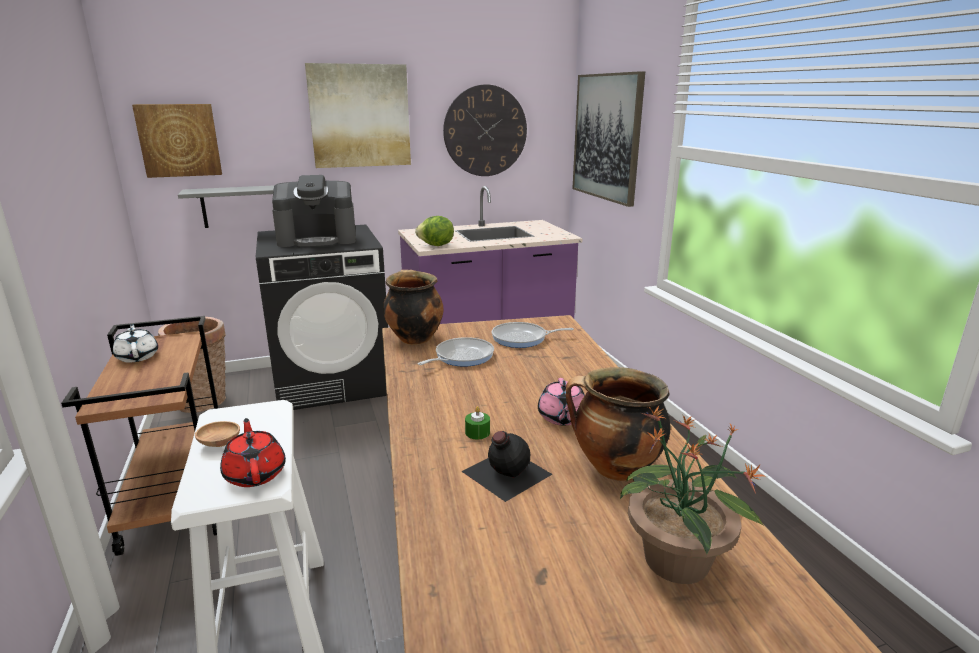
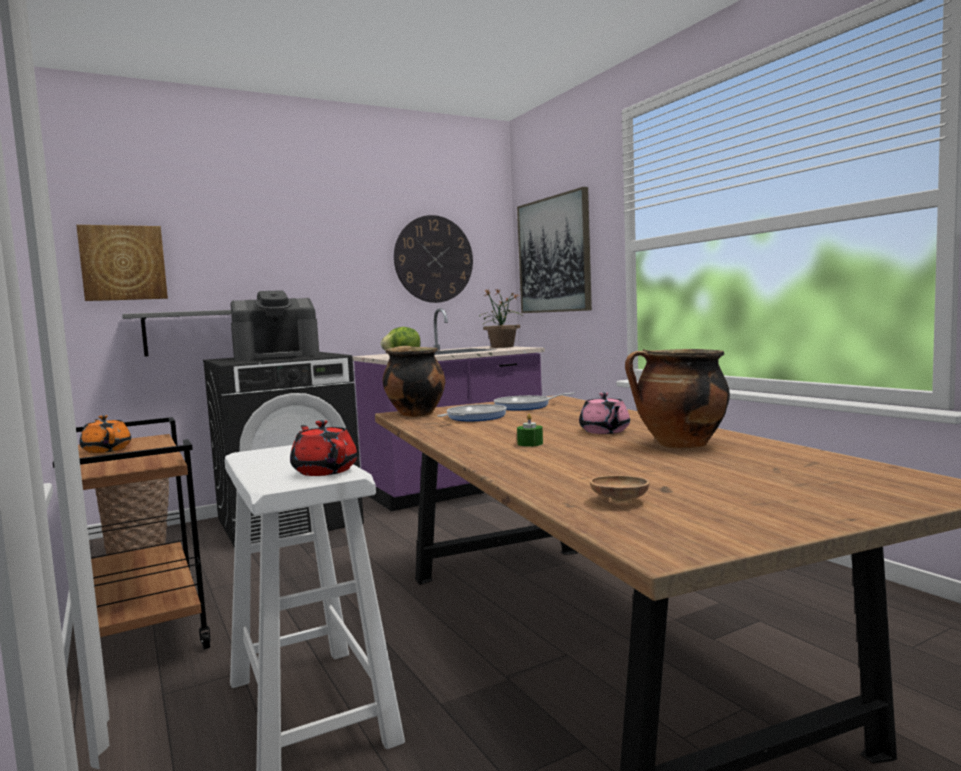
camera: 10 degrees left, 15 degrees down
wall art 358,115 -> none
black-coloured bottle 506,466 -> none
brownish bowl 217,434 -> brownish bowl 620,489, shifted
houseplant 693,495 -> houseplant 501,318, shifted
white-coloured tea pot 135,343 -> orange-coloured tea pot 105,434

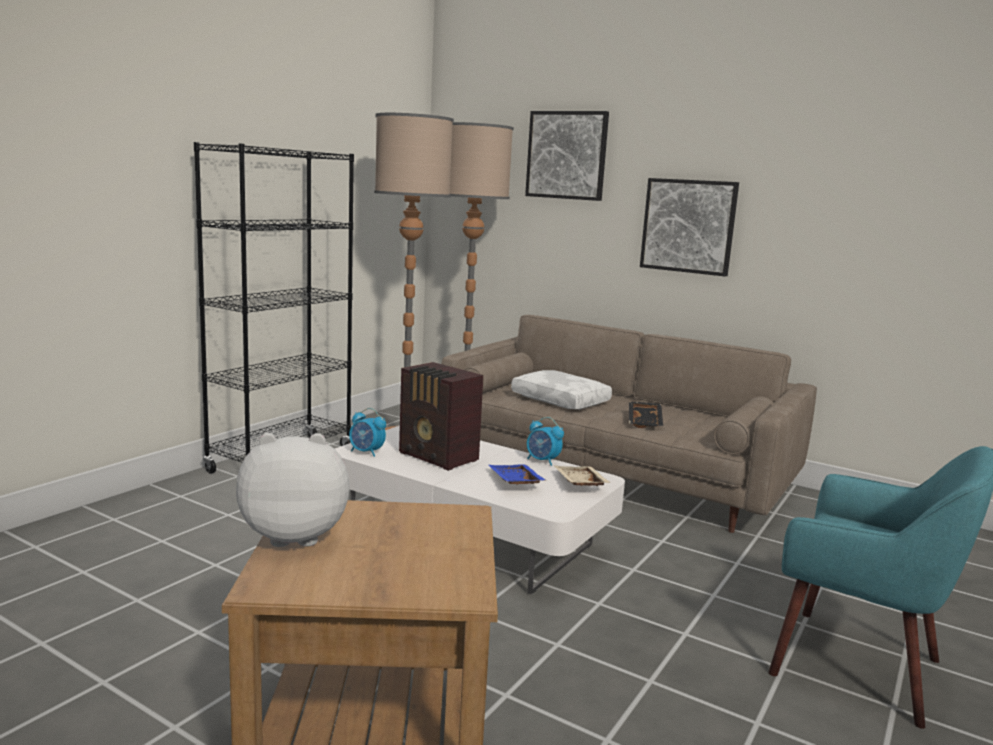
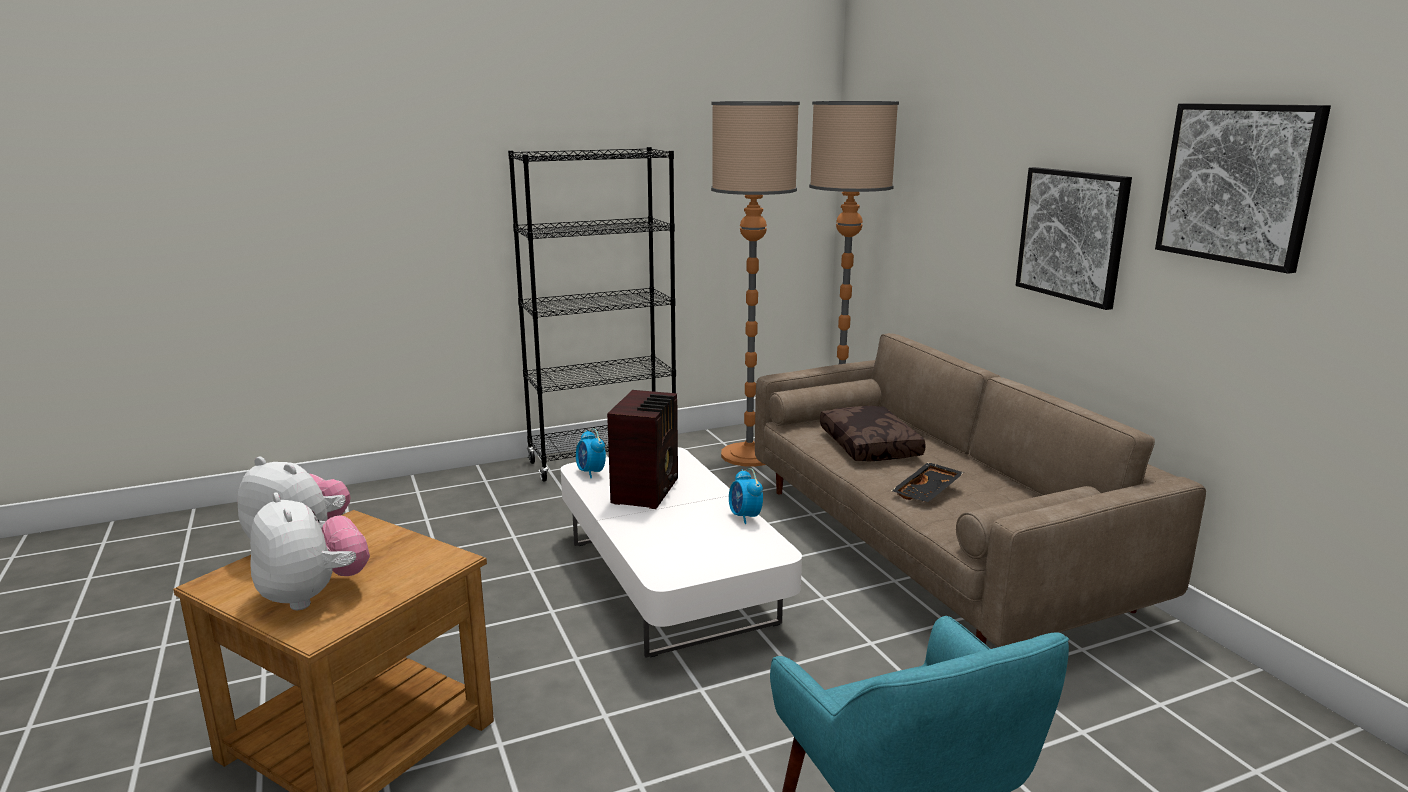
camera: 35 degrees right, 5 degrees up
blue serving tray 517,474 -> none
beige serving tray 583,476 -> none
none -> soft toy 310,551
wall art 567,156 -> wall art 1243,188, shifted
white-coloured pillow 561,389 -> brownish pillow 873,434
radio 441,416 -> radio 642,449, 150 degrees counterclockwise

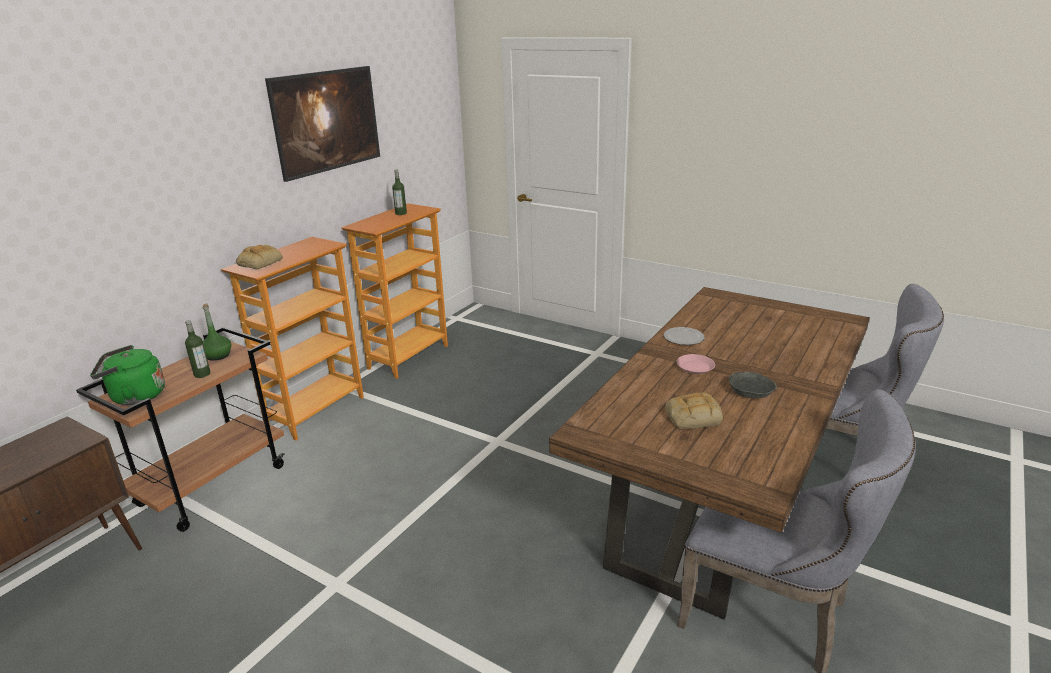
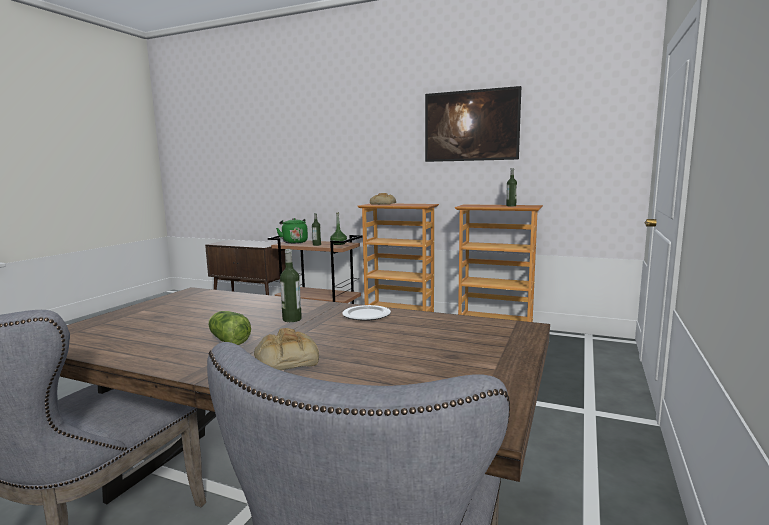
camera: 80 degrees right, 15 degrees down
bakery bread 694,410 -> bakery bread 286,349, shifted
pink flat dish 696,364 -> bottle 291,285
greyish bowl 753,385 -> lettuce 229,328

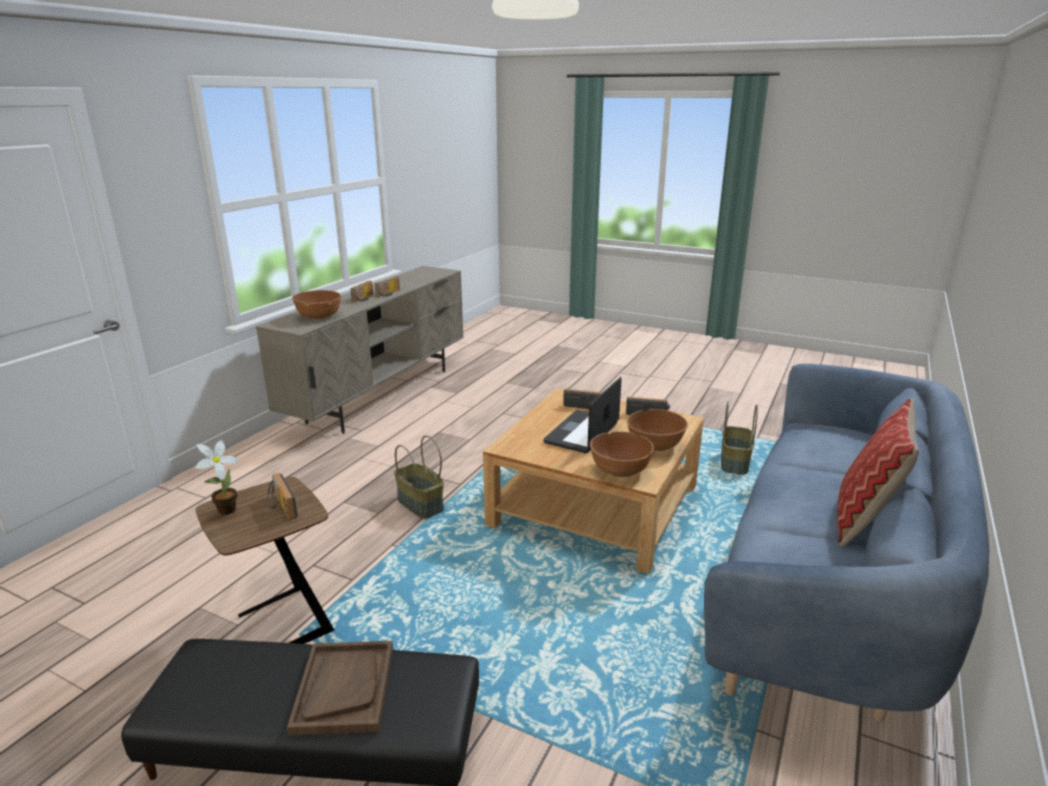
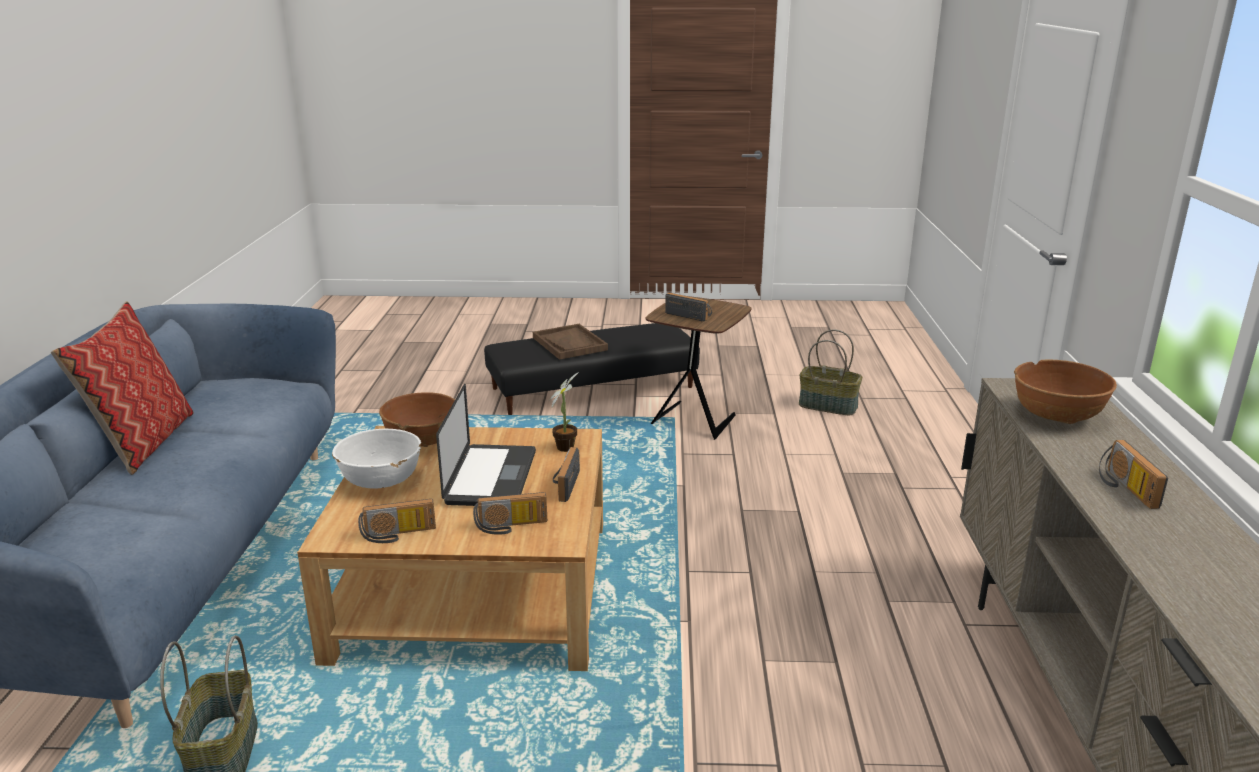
camera: 155 degrees right, 0 degrees up
houseplant 217,477 -> houseplant 564,412, shifted
radio 387,286 -> radio 566,474, shifted
storage basket 419,477 -> storage basket 830,372, shifted
brownish bowl 657,430 -> white-coloured bowl 376,459

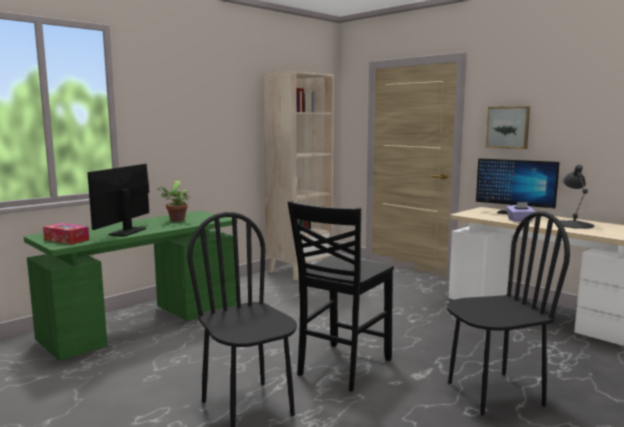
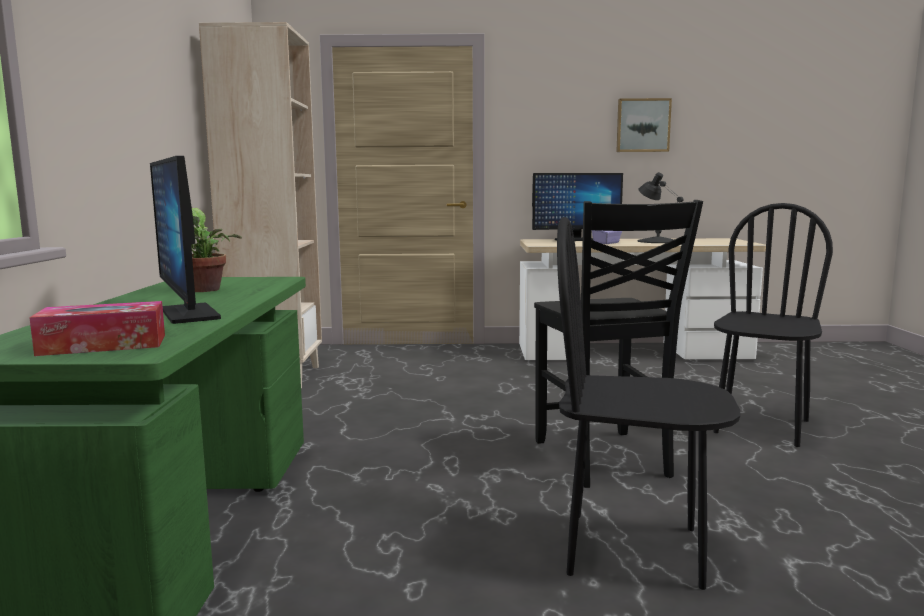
camera: 45 degrees left, 0 degrees up
wall art 508,127 -> wall art 644,125, shifted

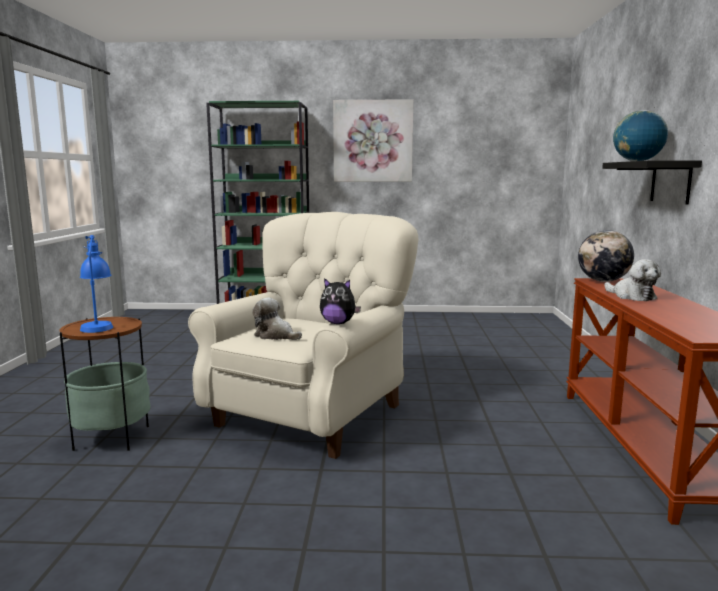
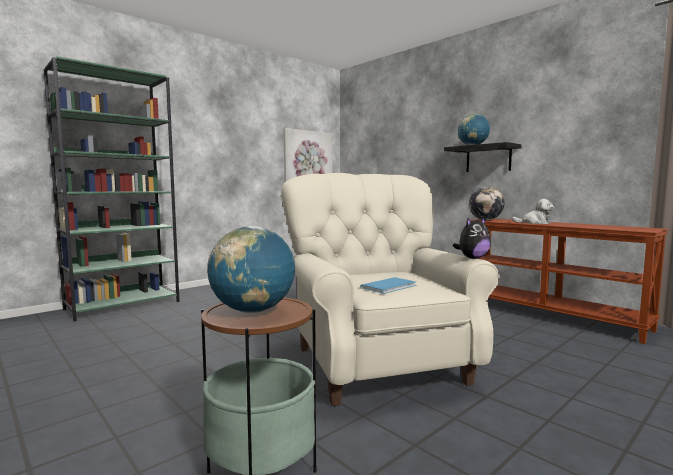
camera: 45 degrees left, 5 degrees down
wall art 373,140 -> wall art 308,155, shifted
blue table lamp 96,284 -> world globe 251,269
soft toy 277,318 -> blue bound book 388,285

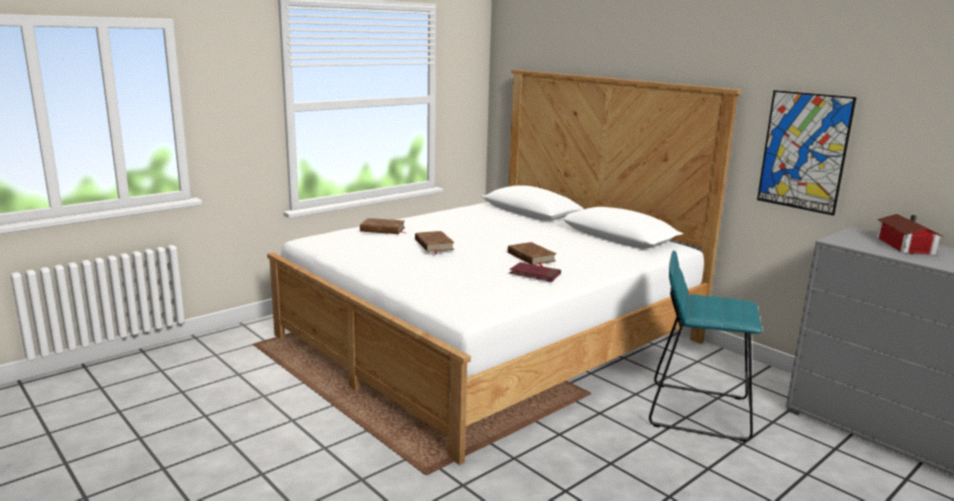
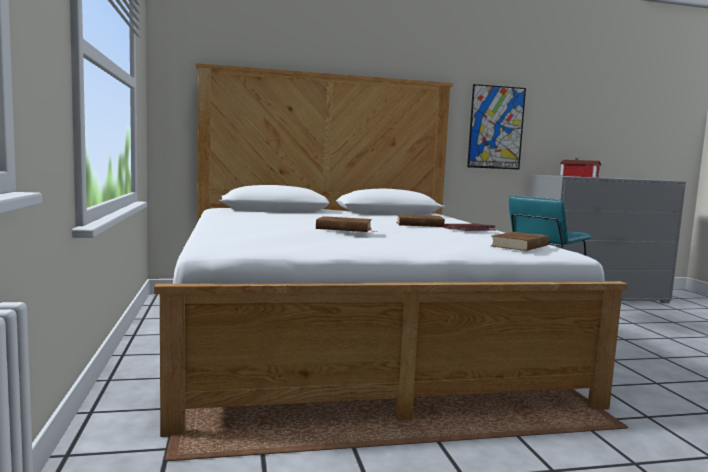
camera: 60 degrees left, 10 degrees down
brownish bound book 382,226 -> brownish bound book 520,241, shifted

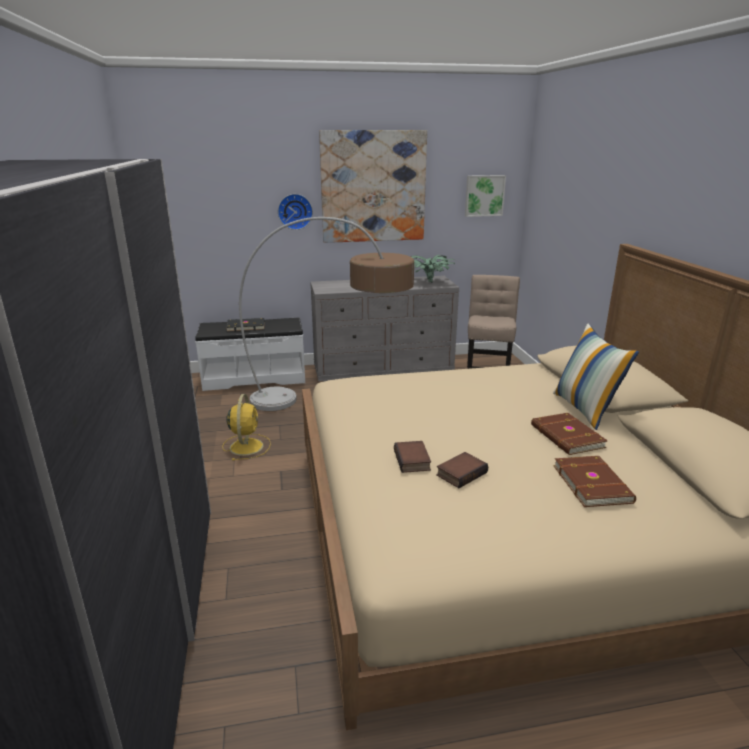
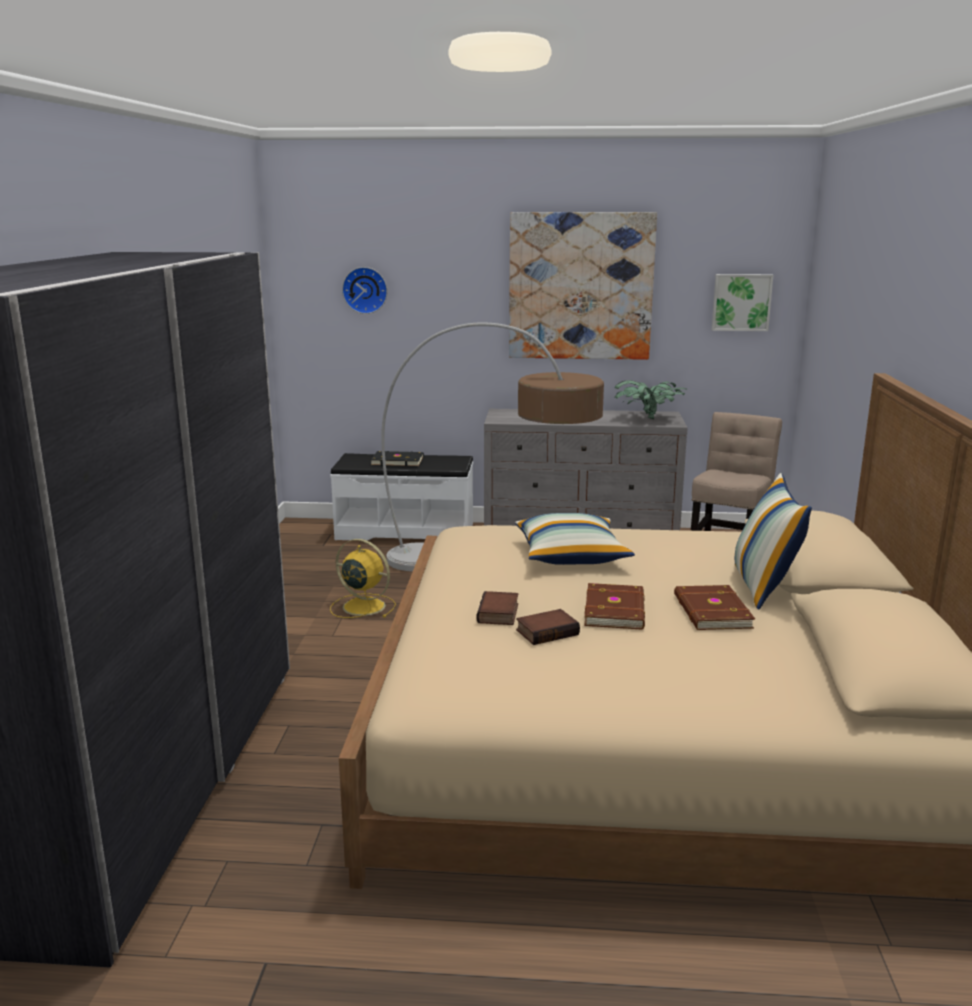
camera: 15 degrees right, 5 degrees down
none -> pillow 575,539
clock on the wall 295,212 -> clock on the wall 365,290, shifted
brownish bound book 595,481 -> brownish bound book 614,606, shifted
yellow-coloured fan 246,427 -> yellow-coloured fan 363,578, 75 degrees counterclockwise

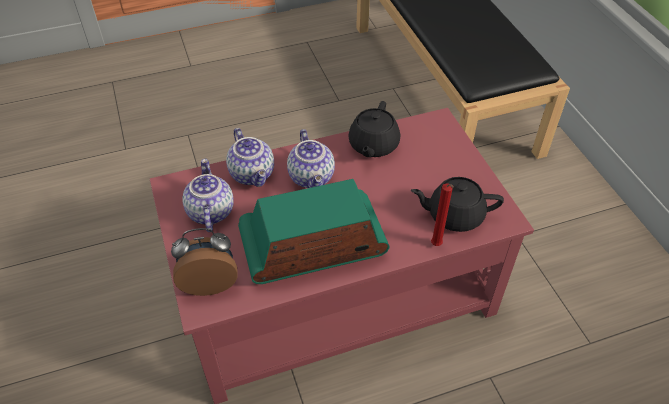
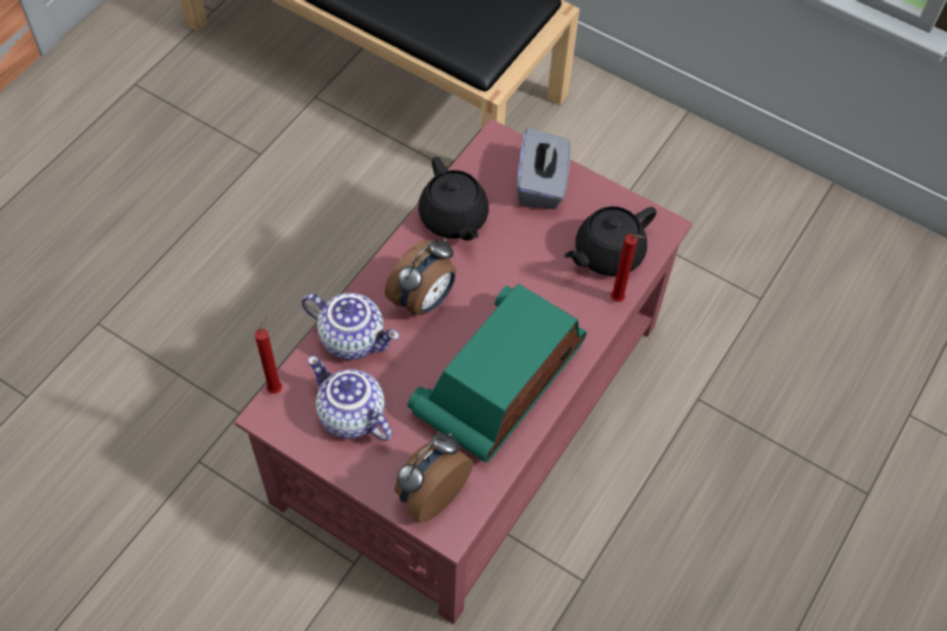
camera: 40 degrees left, 10 degrees up
none -> red wax candle 268,355
none -> greyish tissue box 544,168
tea pot 311,158 -> bedside clock 420,277

